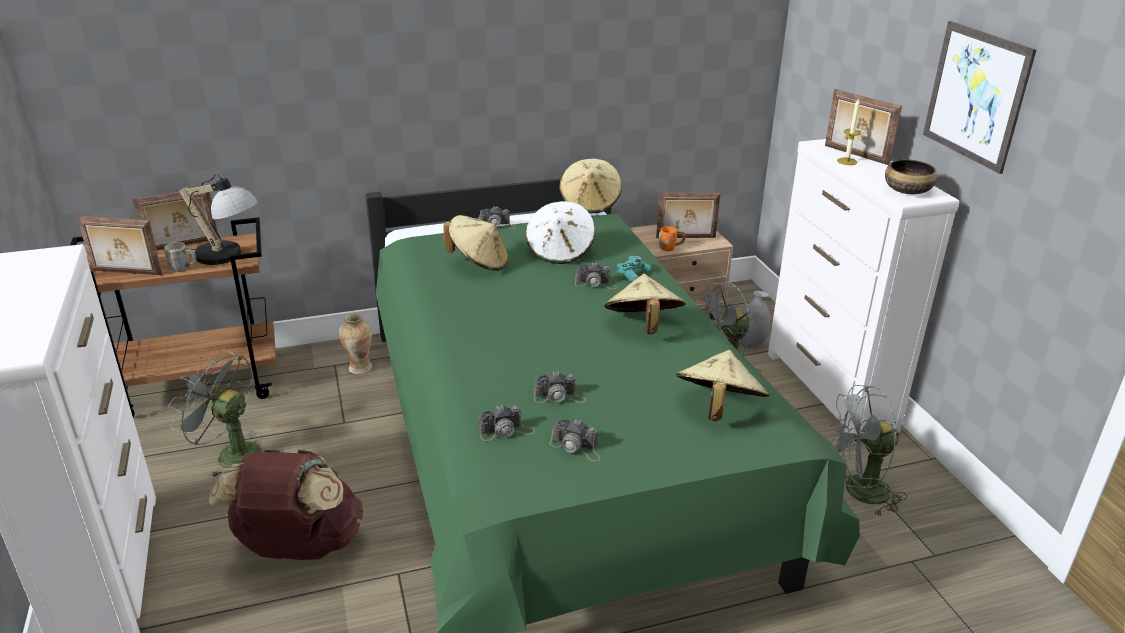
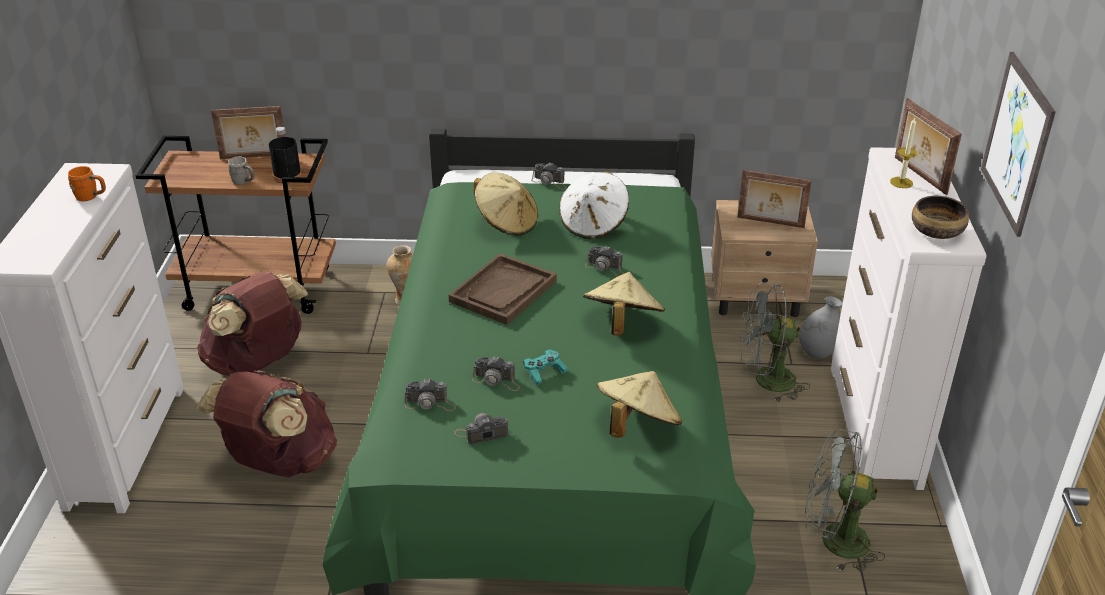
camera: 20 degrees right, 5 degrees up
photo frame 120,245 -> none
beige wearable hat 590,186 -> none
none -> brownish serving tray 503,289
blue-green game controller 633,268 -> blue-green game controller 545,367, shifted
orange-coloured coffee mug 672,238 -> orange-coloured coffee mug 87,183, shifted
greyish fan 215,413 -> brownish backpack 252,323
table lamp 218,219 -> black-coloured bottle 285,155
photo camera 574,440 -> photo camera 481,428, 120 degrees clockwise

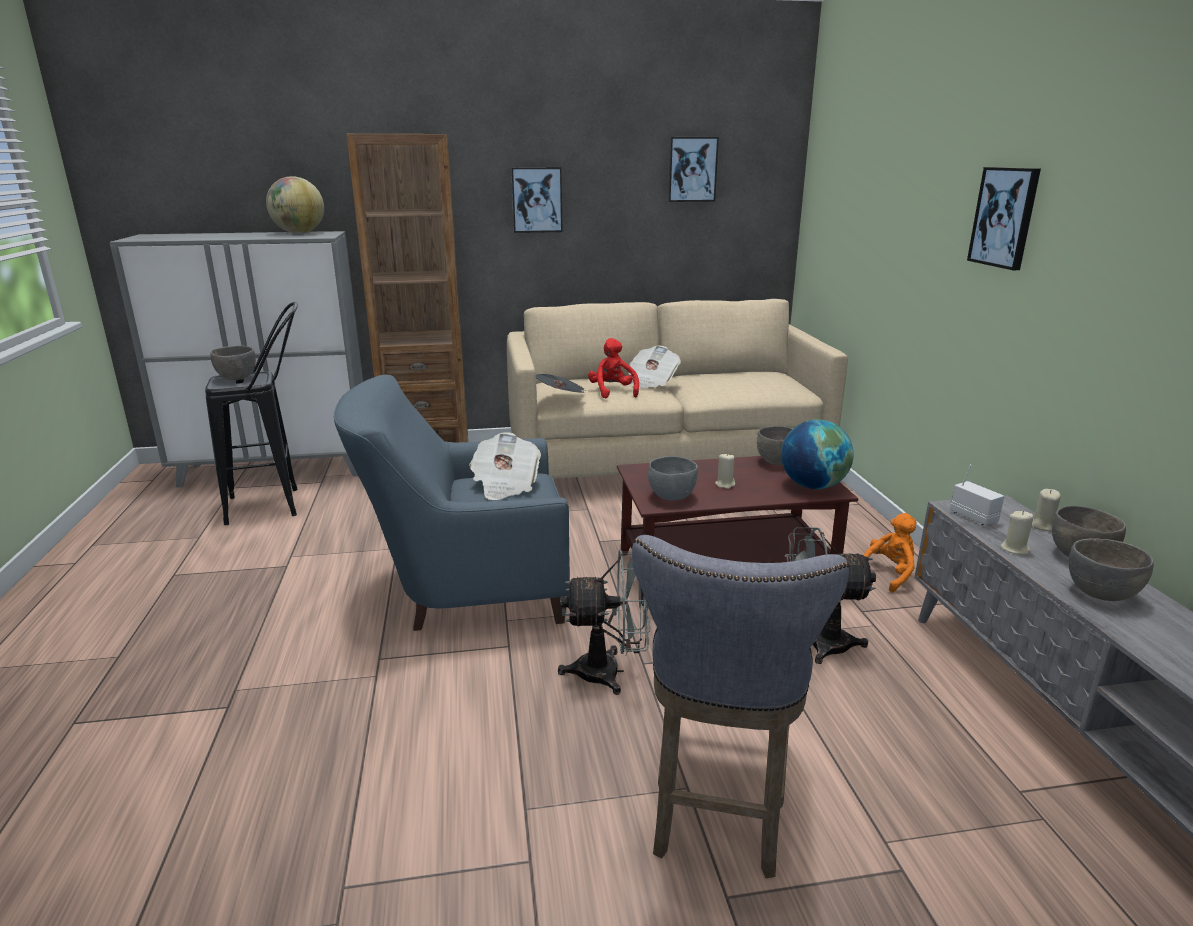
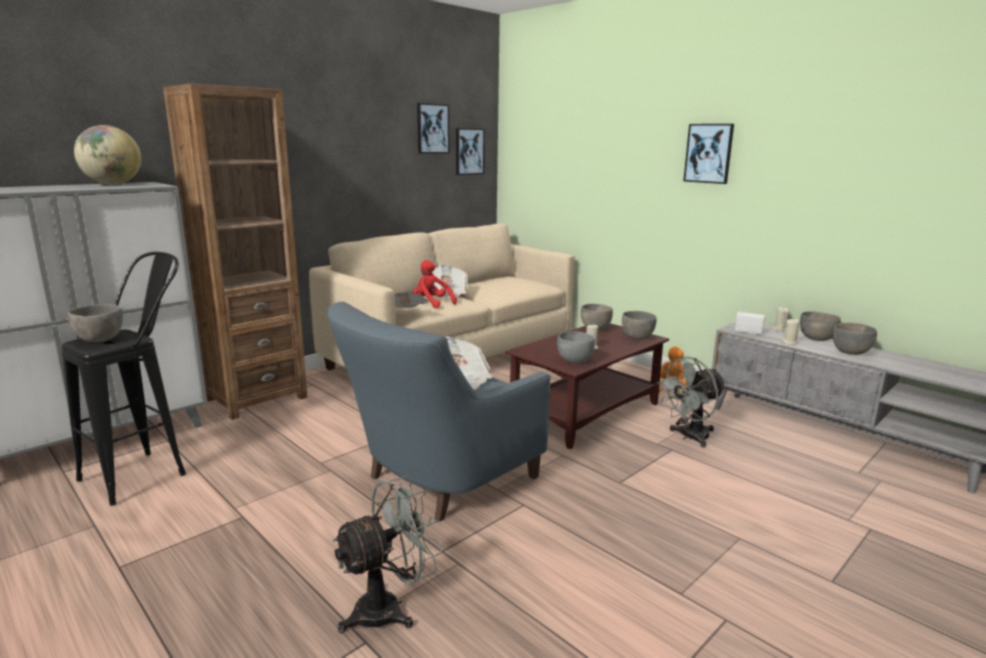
camera: 35 degrees left, 5 degrees down
greyish sitting stool 741,706 -> none
wall art 537,200 -> wall art 470,151, shifted
greyish fan 604,622 -> greyish fan 387,554, shifted
world globe 817,454 -> greyish bowl 639,325

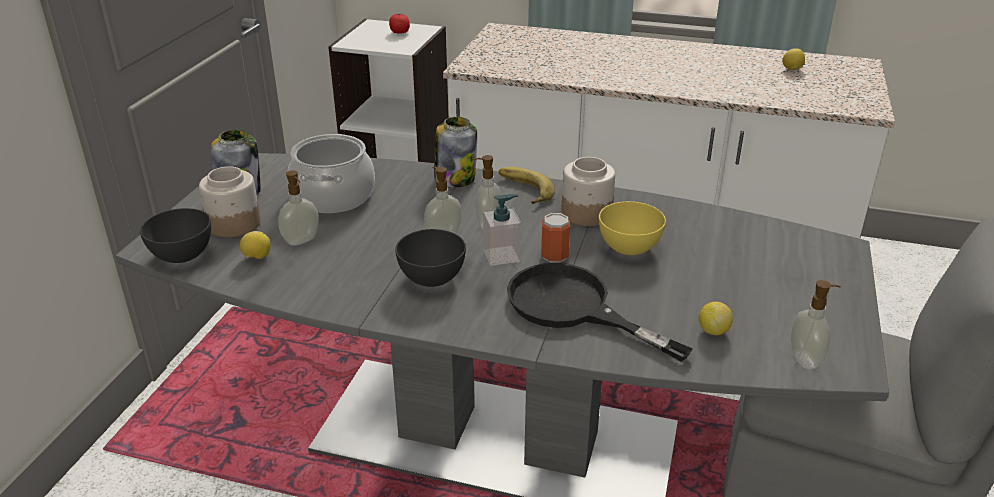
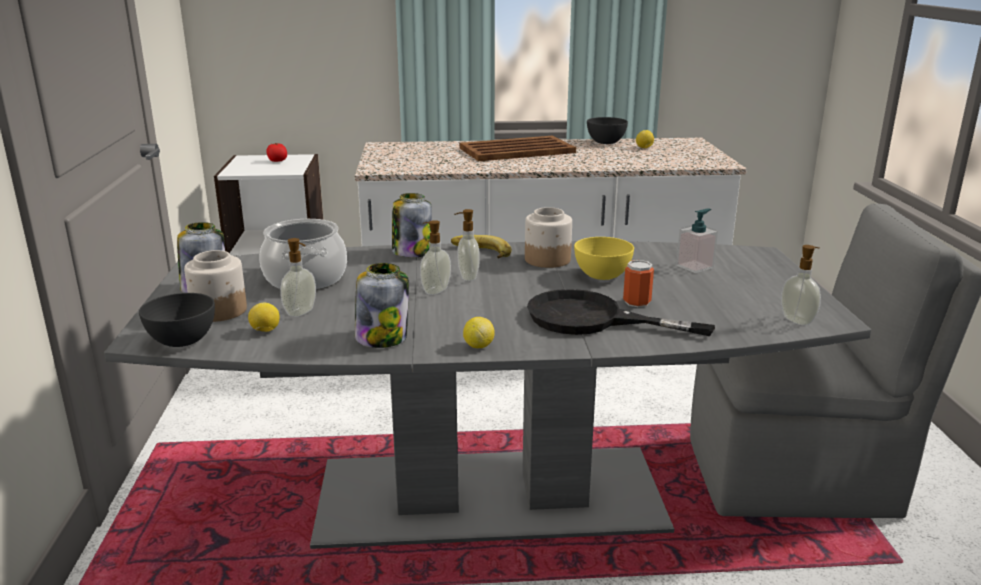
camera: 20 degrees left, 10 degrees down
none -> jar 382,305
none -> brownish serving tray 518,148
greyish bowl 430,258 -> greyish bowl 607,130, shifted
soap bottle 502,230 -> soap bottle 697,241, shifted
metal can 555,238 -> metal can 638,283, shifted
lemon 715,318 -> lemon 479,332, shifted

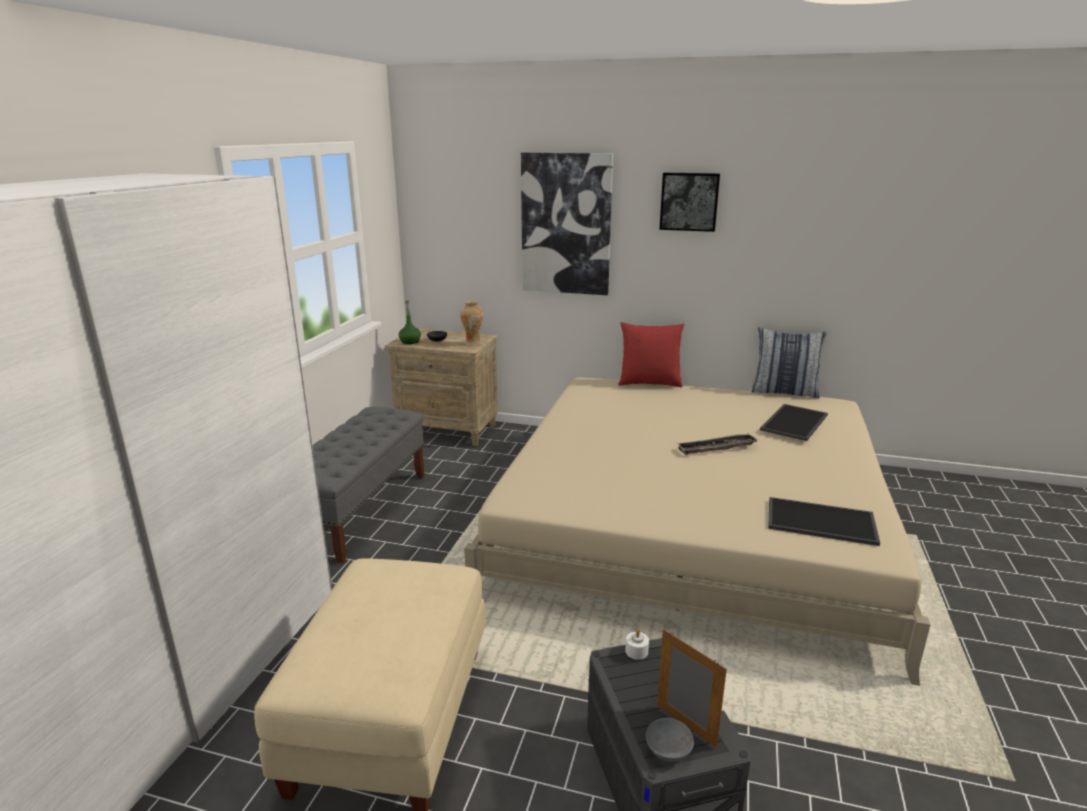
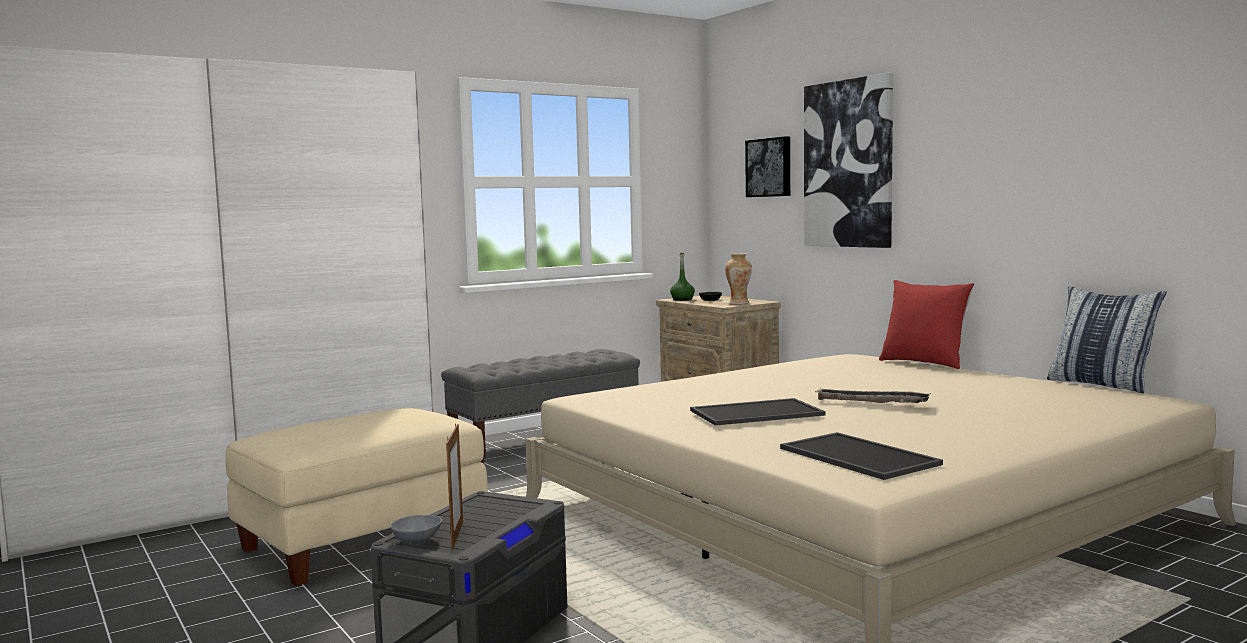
camera: 40 degrees right, 15 degrees down
white-coloured wax candle 637,644 -> none
wall art 689,202 -> wall art 767,166, shifted
serving tray 794,422 -> serving tray 757,411, shifted

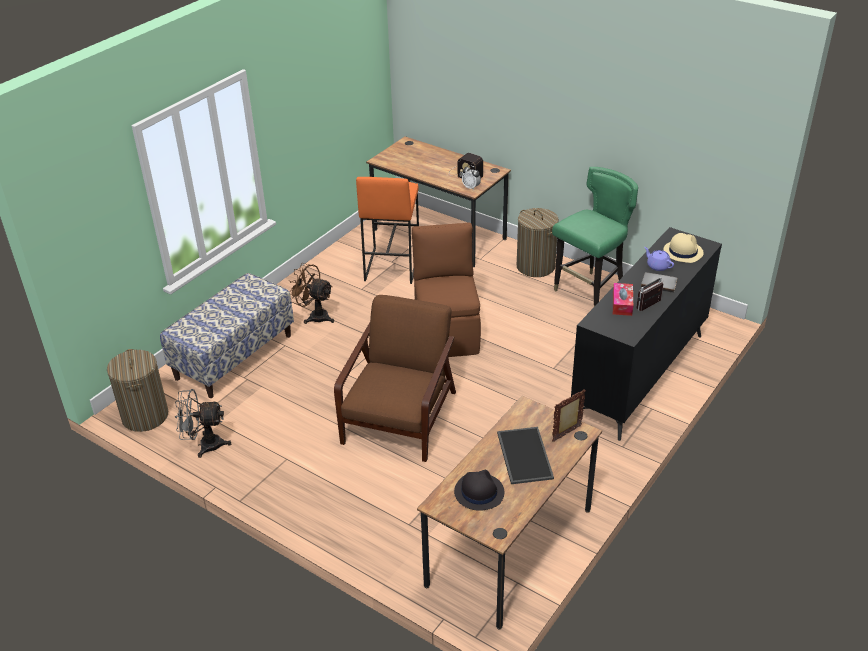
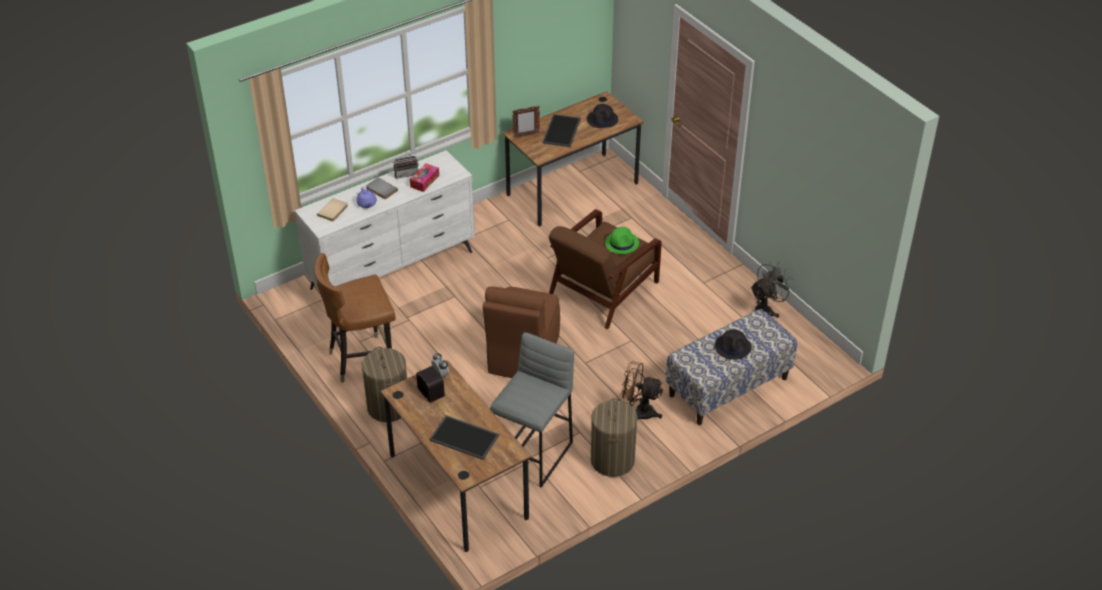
camera: 160 degrees left, 5 degrees up
none -> serving tray 464,437
none -> greenish wearable hat 622,240
none -> black-coloured wearable hat 733,344
laundry basket 137,390 -> laundry basket 614,437, shifted
beige wearable hat 683,248 -> beige bound book 332,209
orange-coloured sitting stool 387,230 -> greyish sitting stool 532,410
greenish upright chair 595,237 -> brownish upright chair 355,318
black-coloured dresser 646,334 -> white-coloured dresser 384,220
greyish fan 203,423 -> greyish fan 772,289, 60 degrees counterclockwise
brownish fan 311,293 -> brownish fan 641,390, 150 degrees clockwise

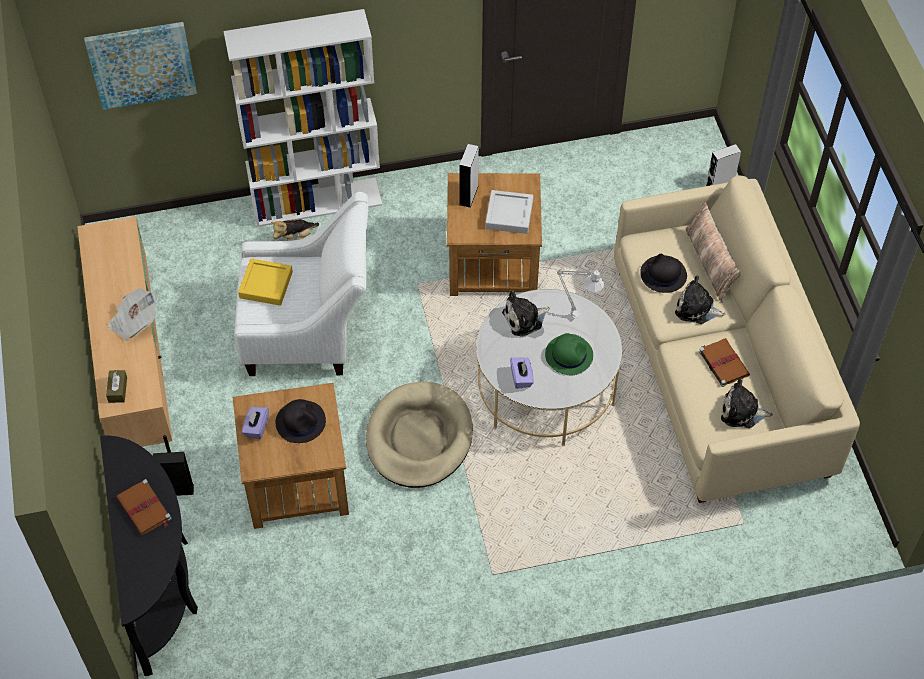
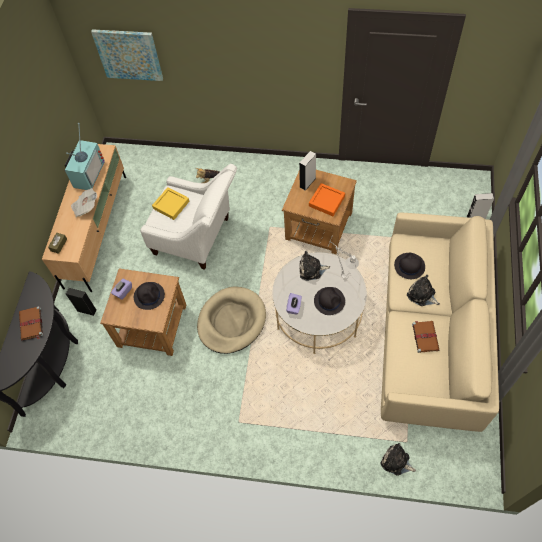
camera: 25 degrees right, 5 degrees up
white-coloured shelving unit 303,118 -> none
pillow 713,252 -> none
none -> TV set 85,156
soft toy 747,403 -> soft toy 398,459, shifted
greyish serving tray 509,212 -> orange-coloured serving tray 327,199
greenish wearable hat 569,354 -> black-coloured wearable hat 329,301

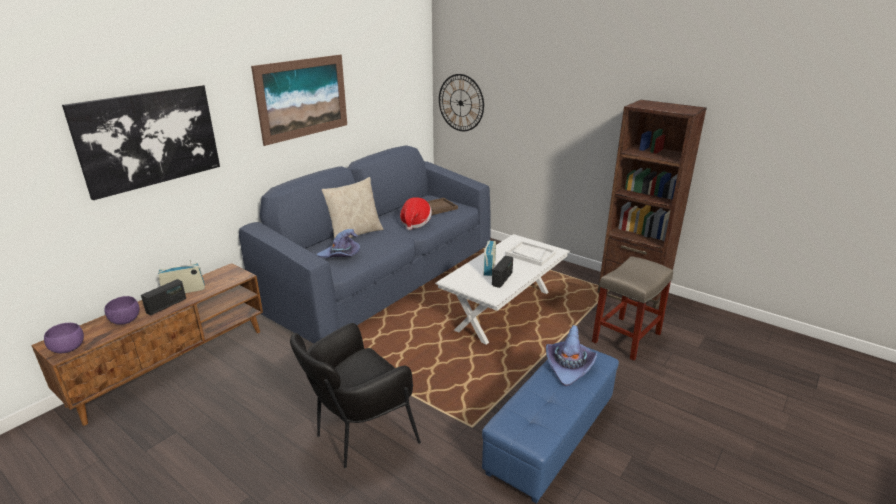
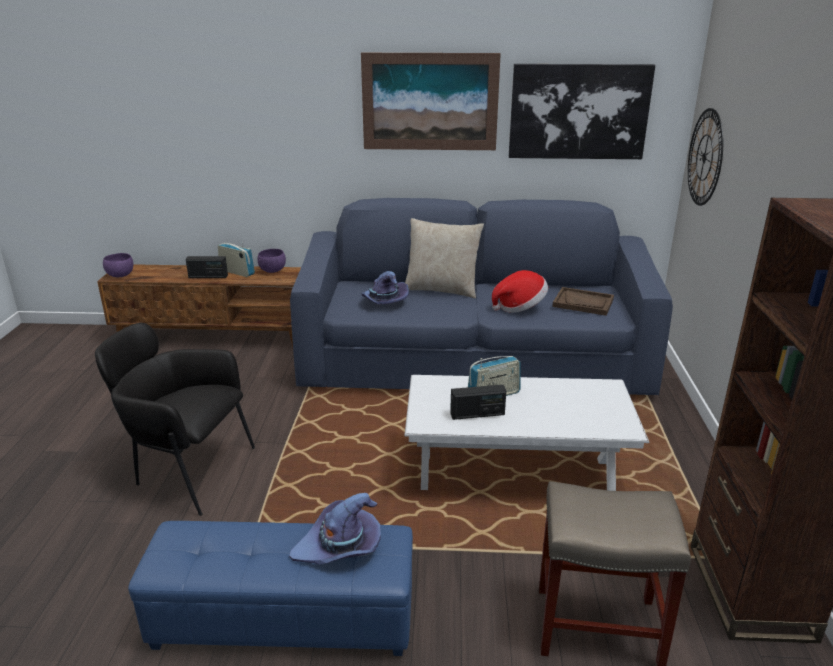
camera: 55 degrees right, 0 degrees up
white-coloured serving tray 530,253 -> none
wall art 141,142 -> wall art 582,111, shifted
purple bowl 122,310 -> purple bowl 271,261, shifted

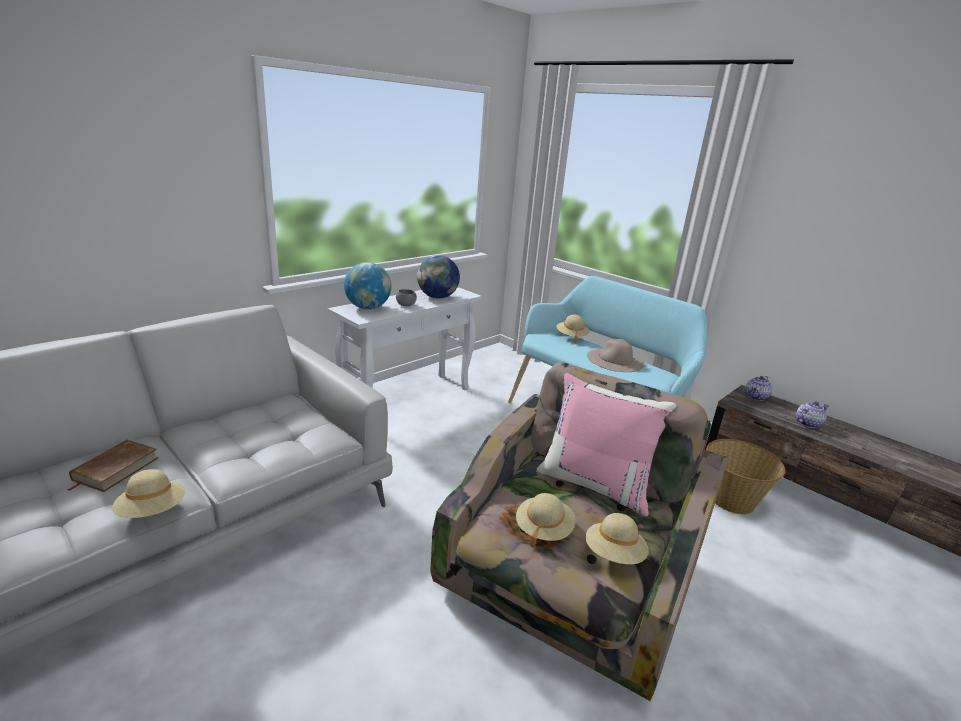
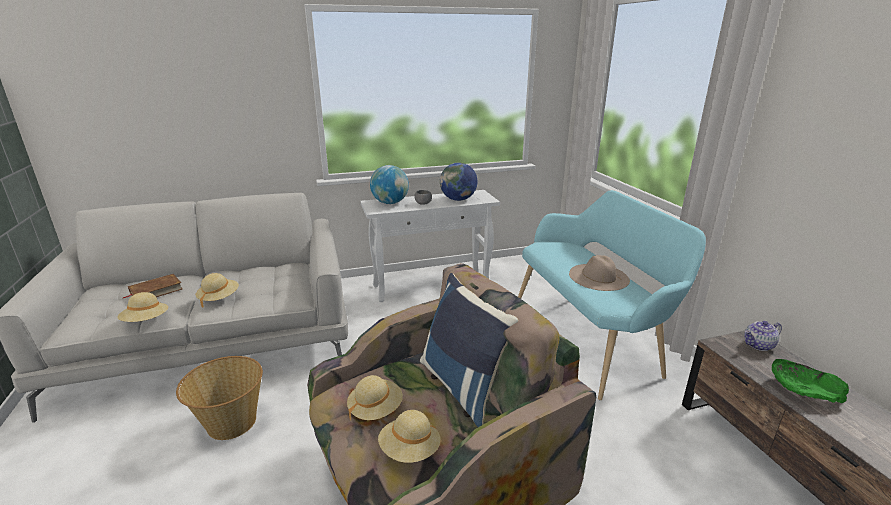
camera: 30 degrees right, 0 degrees up
beige wearable hat 573,329 -> beige wearable hat 217,290, shifted
storage basket 746,476 -> storage basket 219,398, shifted
tea pot 812,414 -> greenish bowl 810,381
pink pillow 606,445 -> blue pillow 469,350

